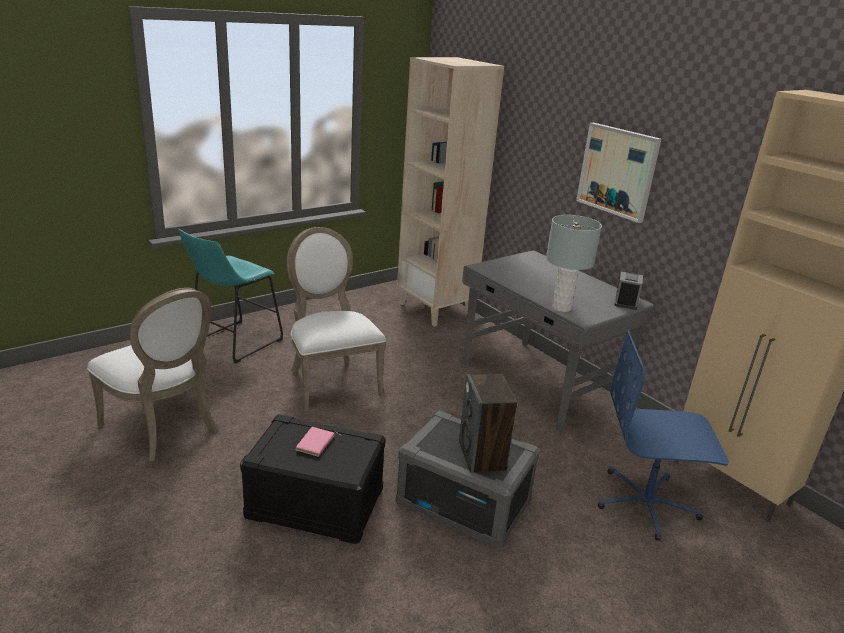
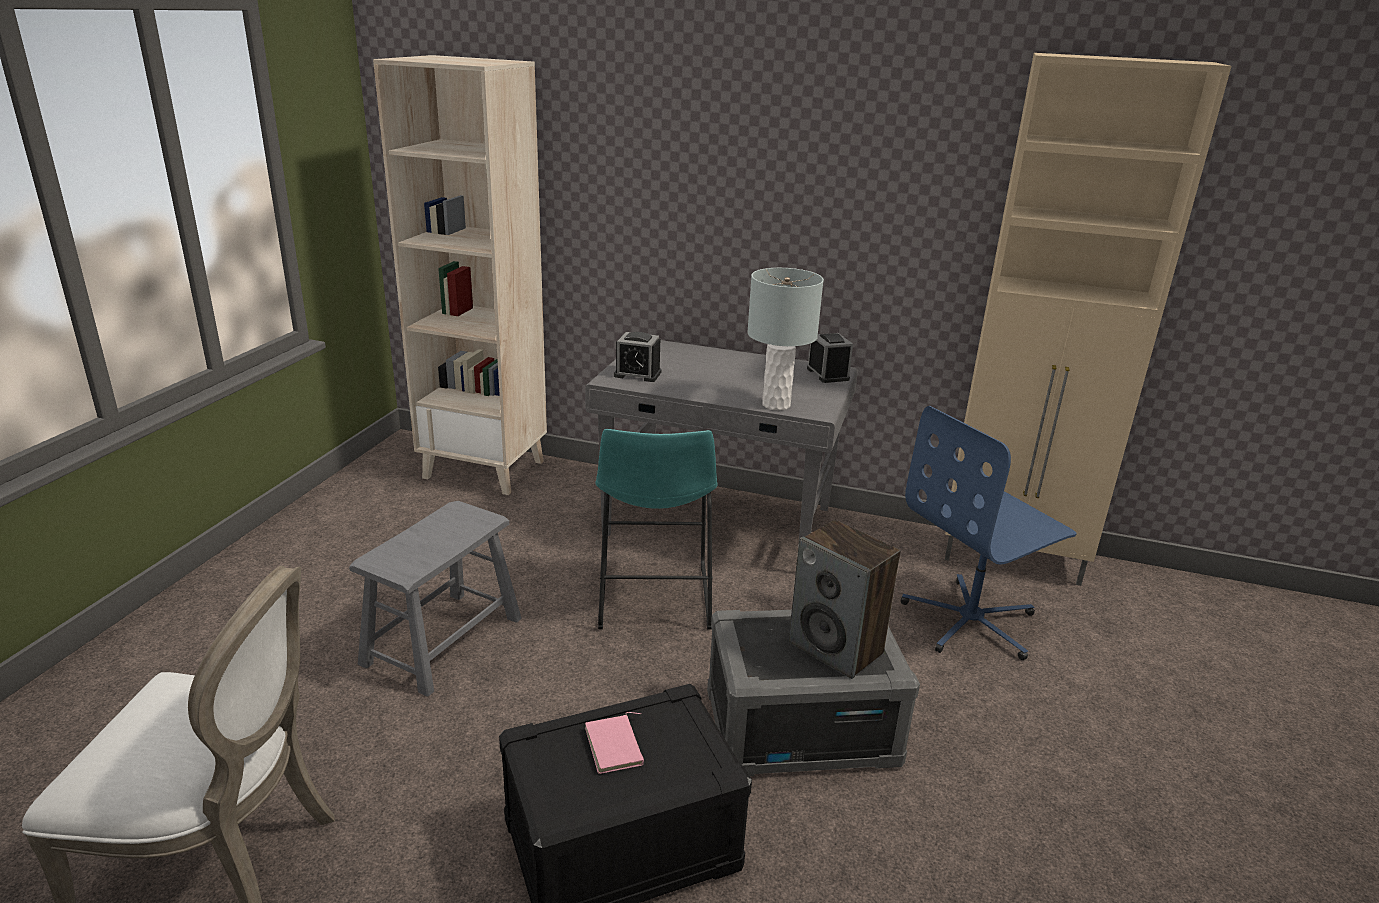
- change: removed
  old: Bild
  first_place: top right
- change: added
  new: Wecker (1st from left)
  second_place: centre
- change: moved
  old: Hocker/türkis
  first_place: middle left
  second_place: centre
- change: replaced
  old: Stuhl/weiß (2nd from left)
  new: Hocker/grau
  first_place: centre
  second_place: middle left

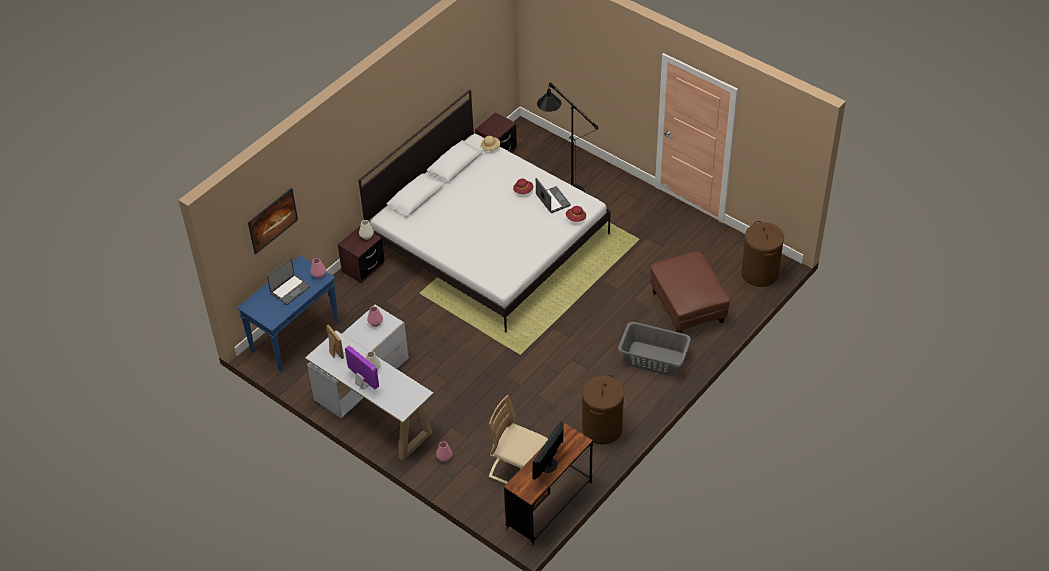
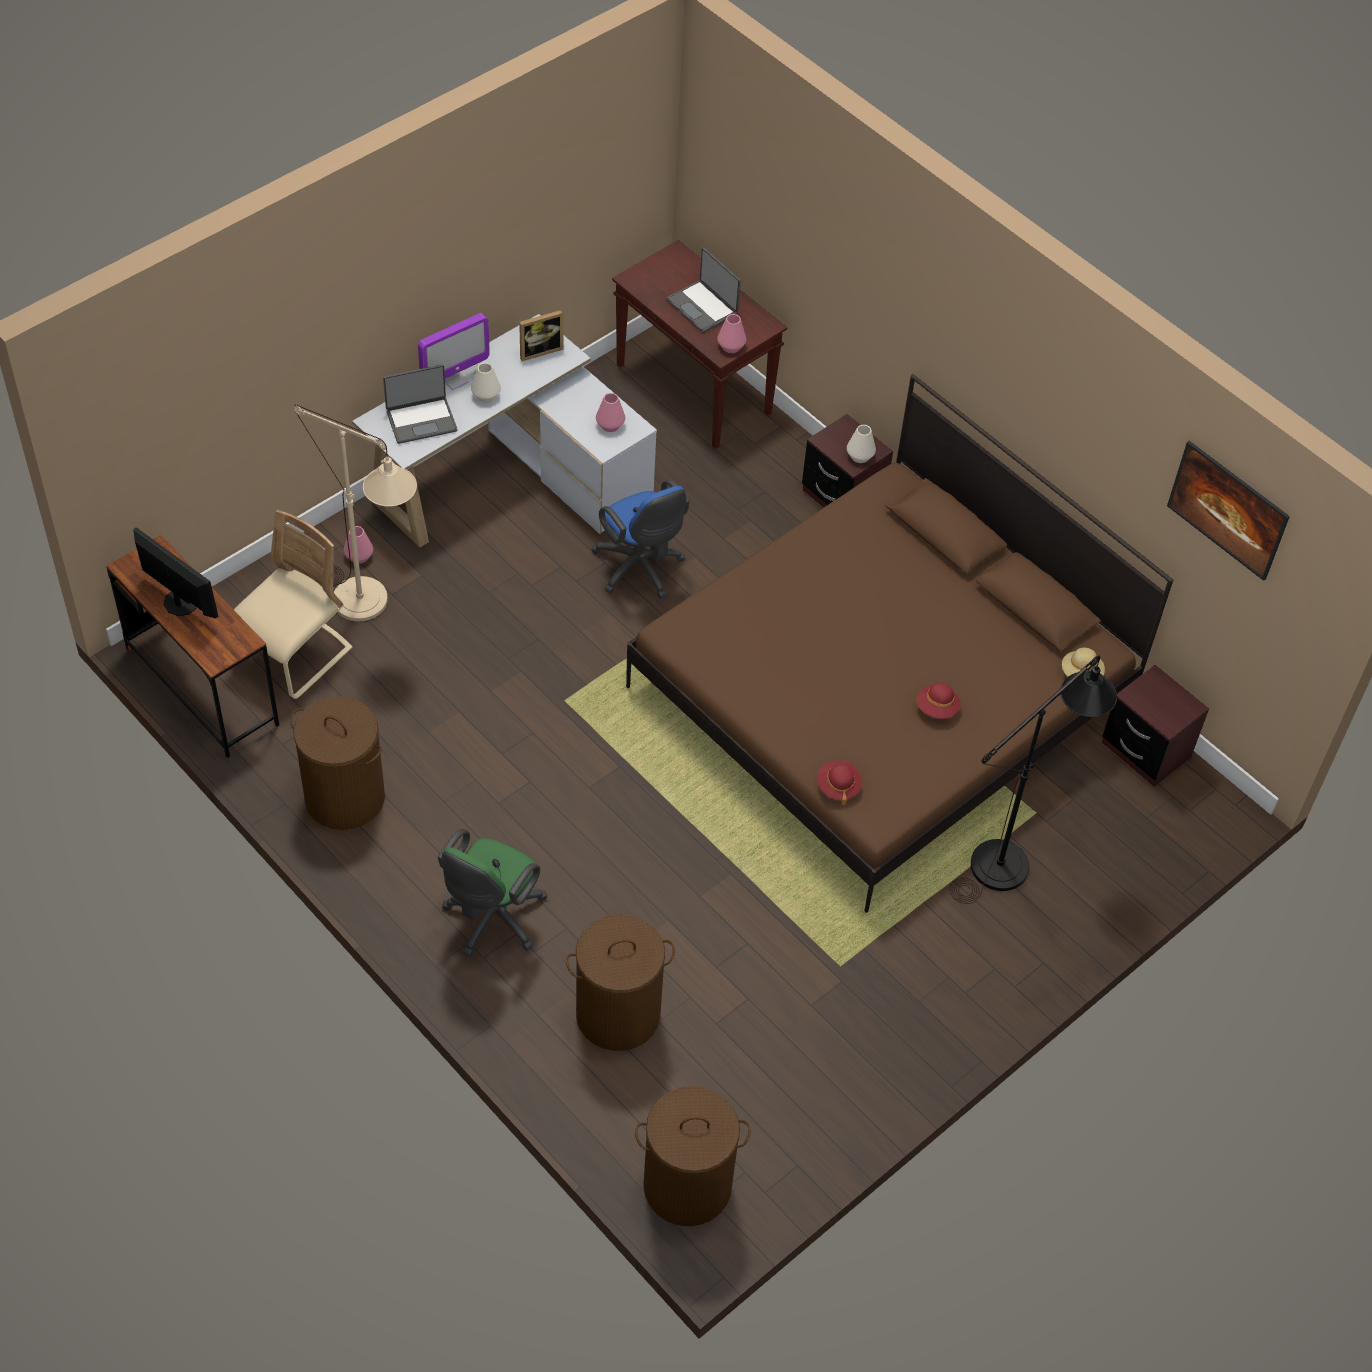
- change: added
  new: Stehlampe/beige
  second_place: middle left
- change: added
  new: Bürostuhl/blau
  second_place: centre
- change: moved
  old: Bild
  first_place: middle left
  second_place: middle right
- change: moved
  old: Laptop (2nd from left in the first image)
  new: Laptop (1st from left)
  first_place: centre
  second_place: top left
- change: replaced
  old: Wäschekorb/grau
  new: Bürostuhl/grün
  first_place: centre
  second_place: centre
- change: replaced
  old: Polsterhocker/braun
  new: Wäschekorb/braun (2nd from left)
  first_place: centre
  second_place: bottom centre
- change: recoloured
  old: Konsolentisch/blau
  new: Konsolentisch/braun
  first_place: middle left
  second_place: top centre
- change: recoloured
  old: Bett/weiß
  new: Bett/braun
  first_place: centre
  second_place: centre

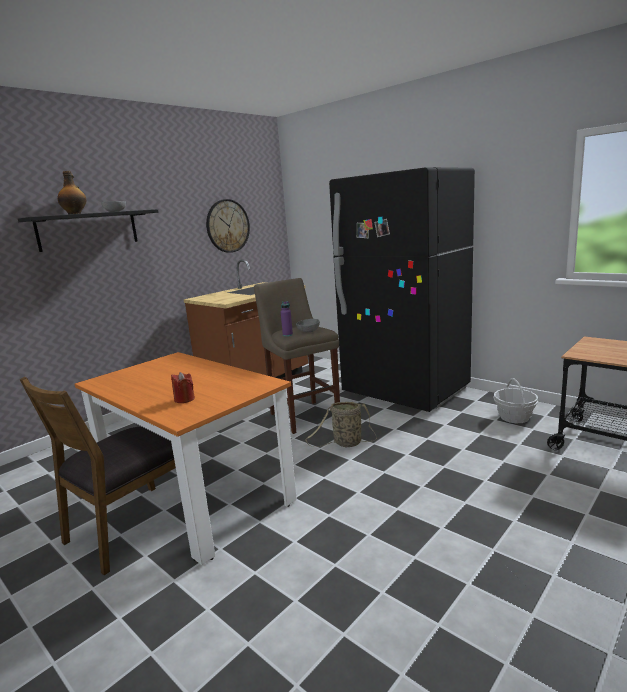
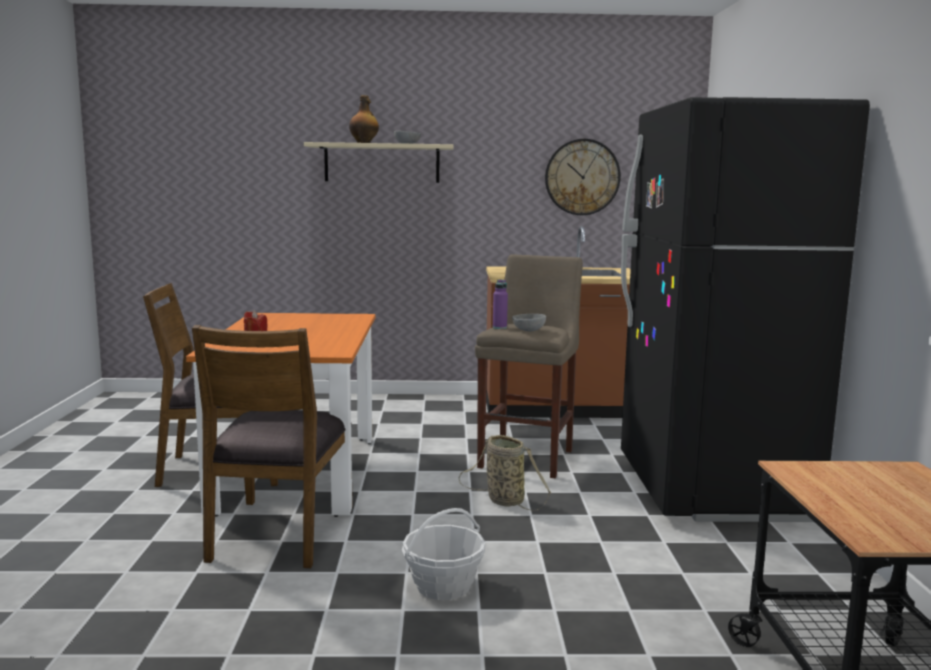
- change: added
  new: Stuhl/braun (2nd from left)
  second_place: middle left
- change: moved
  old: Korb (2nd from left in the first image)
  new: Korb (1st from left)
  first_place: middle right
  second_place: bottom centre
- change: recoloured
  old: Wandregal/schwarz
  new: Wandregal/beige
  first_place: top left
  second_place: top centre

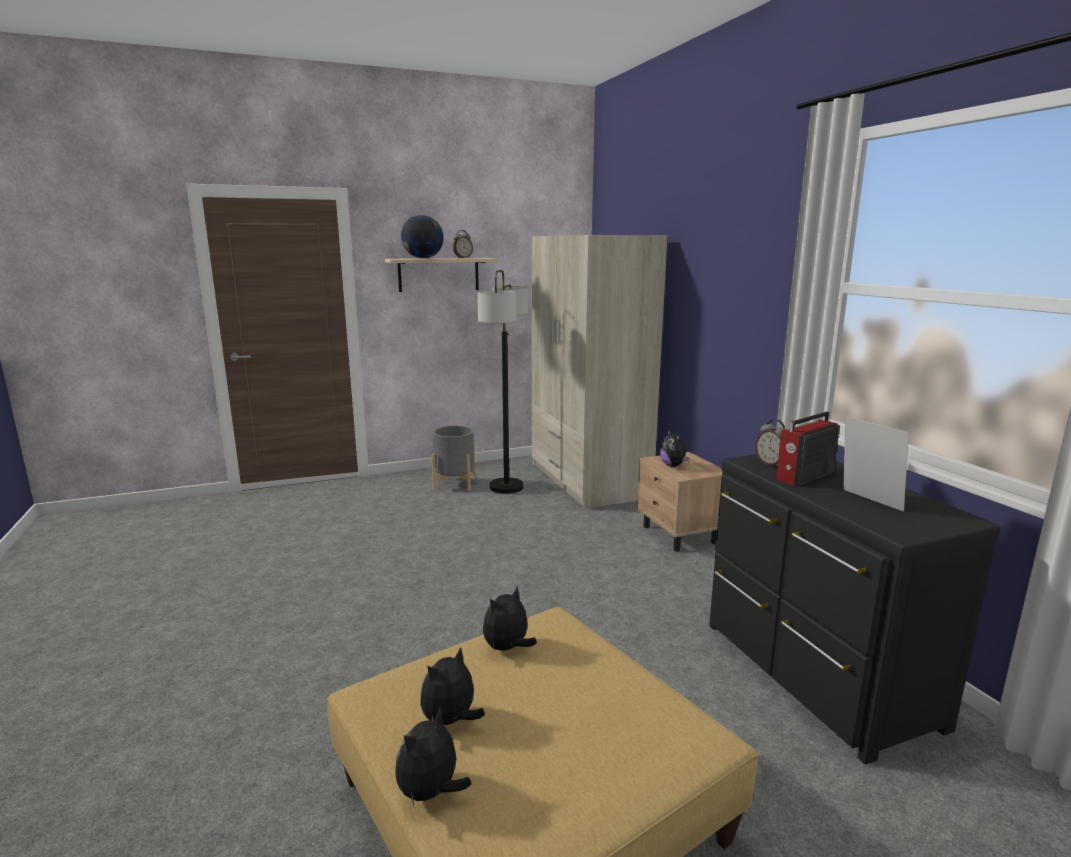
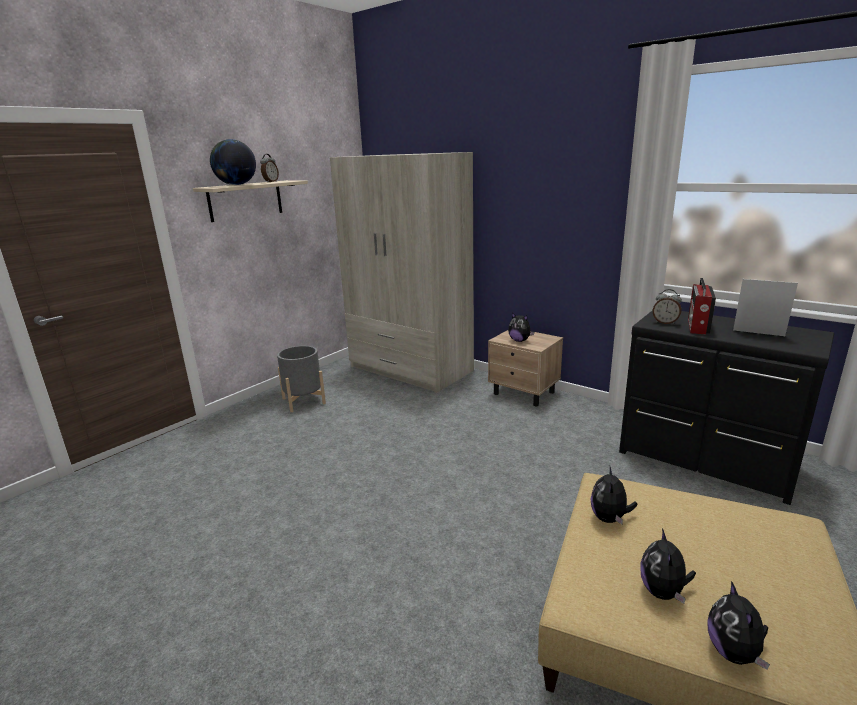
- change: removed
  old: Stehlampe
  first_place: centre

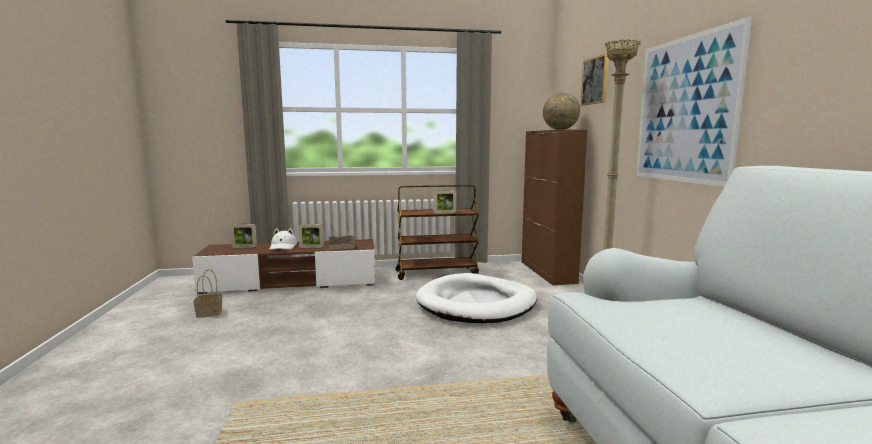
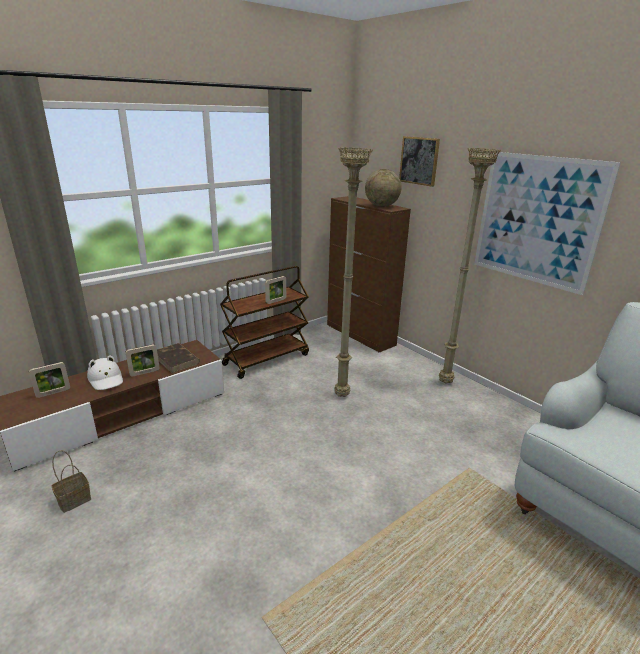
- change: replaced
  old: Hundebett/weiß
  new: Stehlampe/beige (1st from left)
  first_place: bottom centre
  second_place: centre

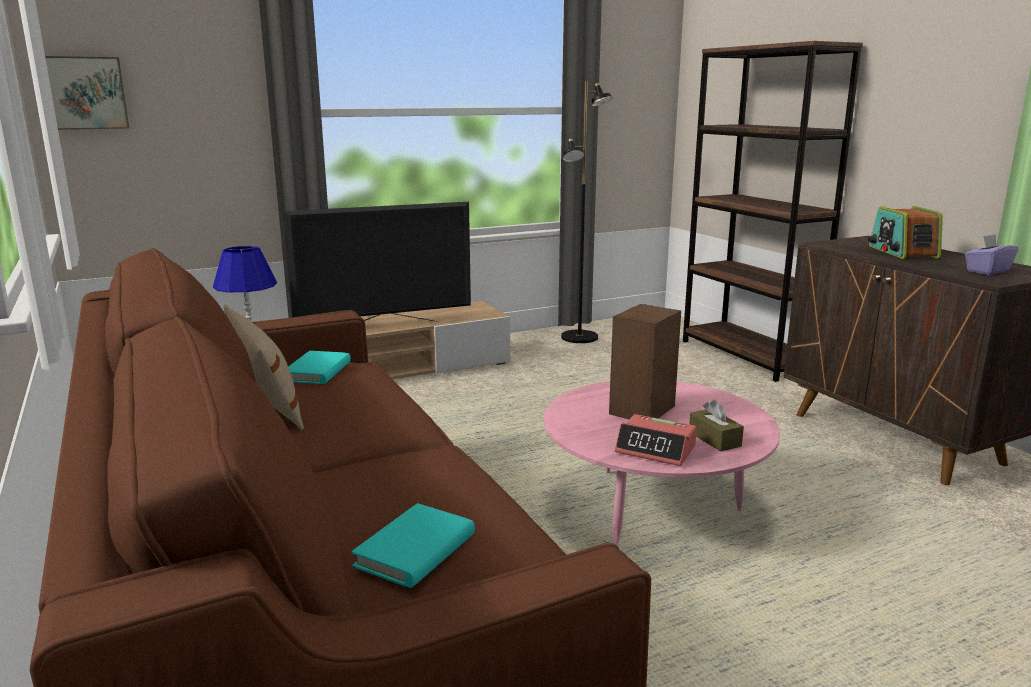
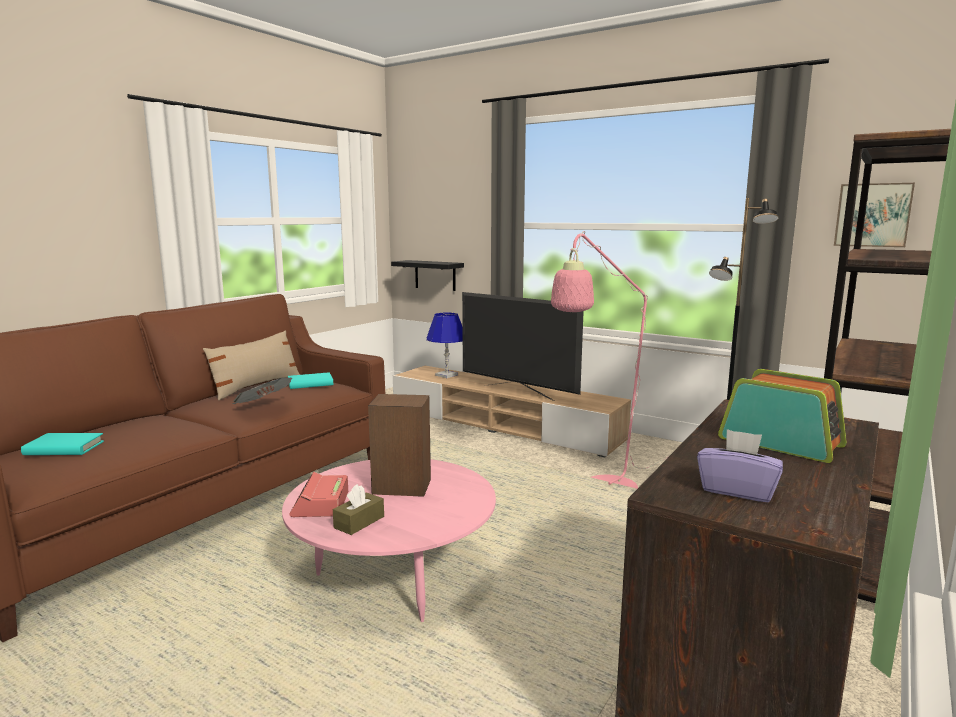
- change: added
  new: Zeitung
  second_place: middle left
- change: added
  new: Wandregal/schwarz
  second_place: centre
- change: added
  new: Stehlampe/rosa
  second_place: centre
- change: moved
  old: Bild
  first_place: top left
  second_place: top right
- change: turned
  old: Radio
  first_place: middle right
  second_place: middle right
  degrees: 75

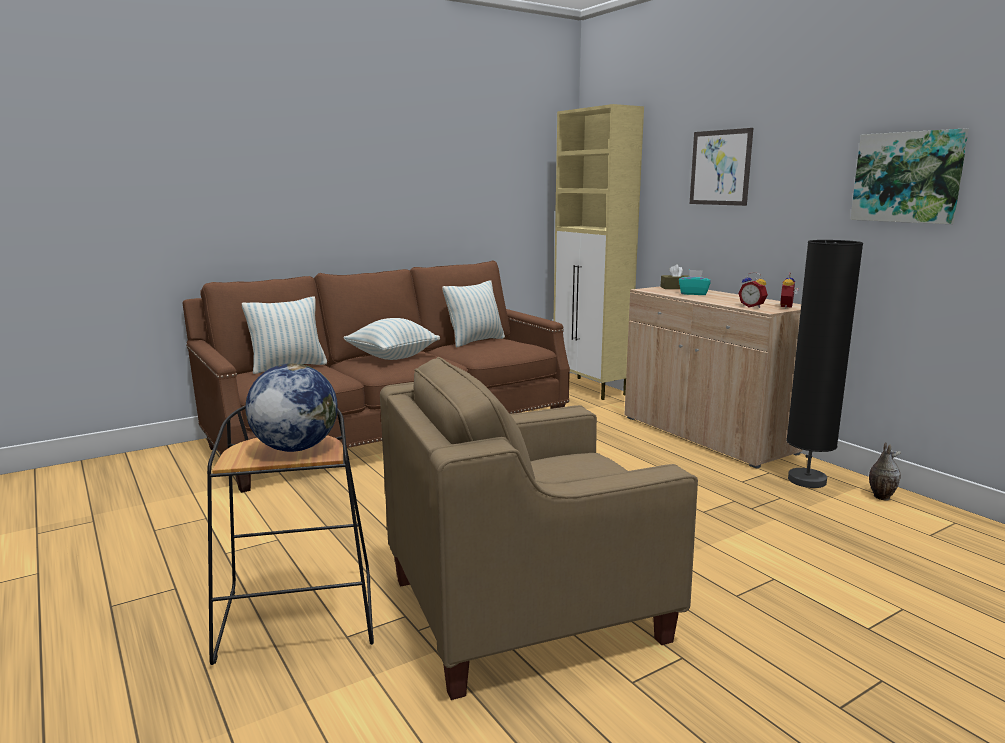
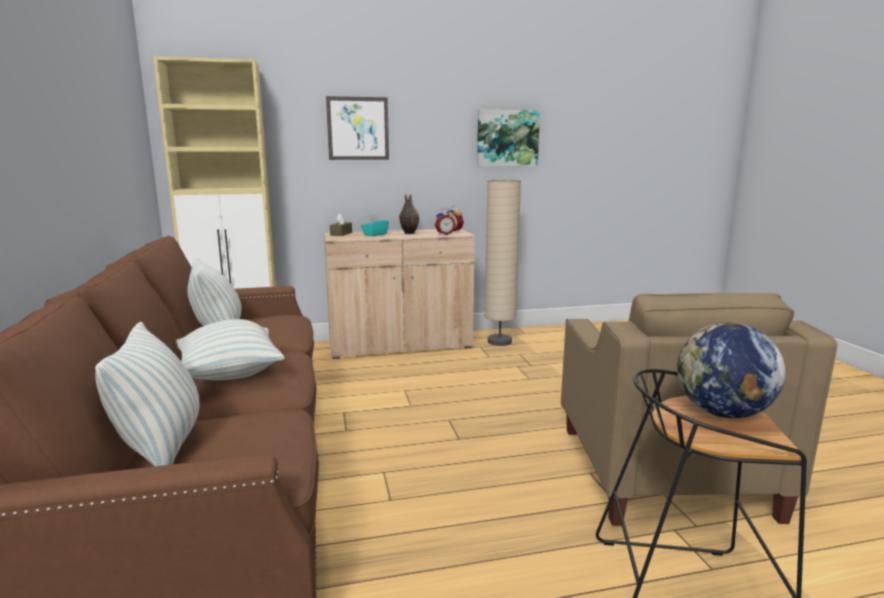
- change: moved
  old: Vase
  first_place: middle right
  second_place: centre
- change: recoloured
  old: Stehlampe/schwarz
  new: Stehlampe/beige
  first_place: middle right
  second_place: centre

